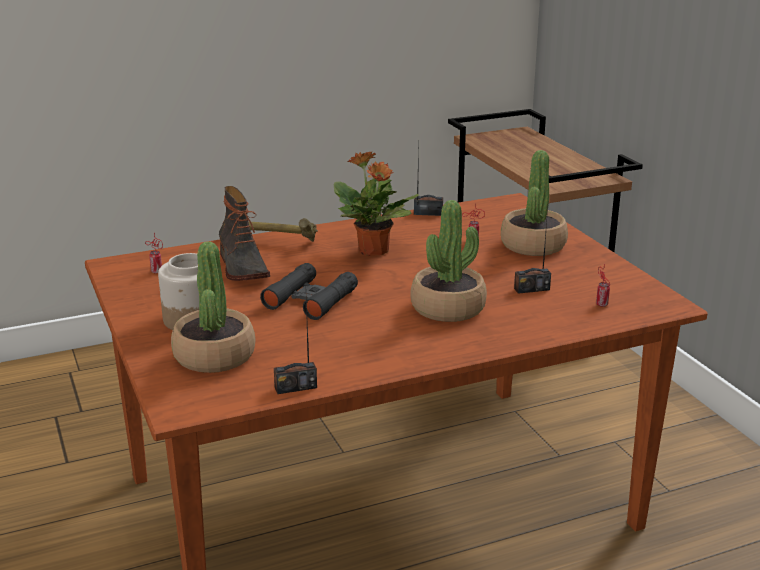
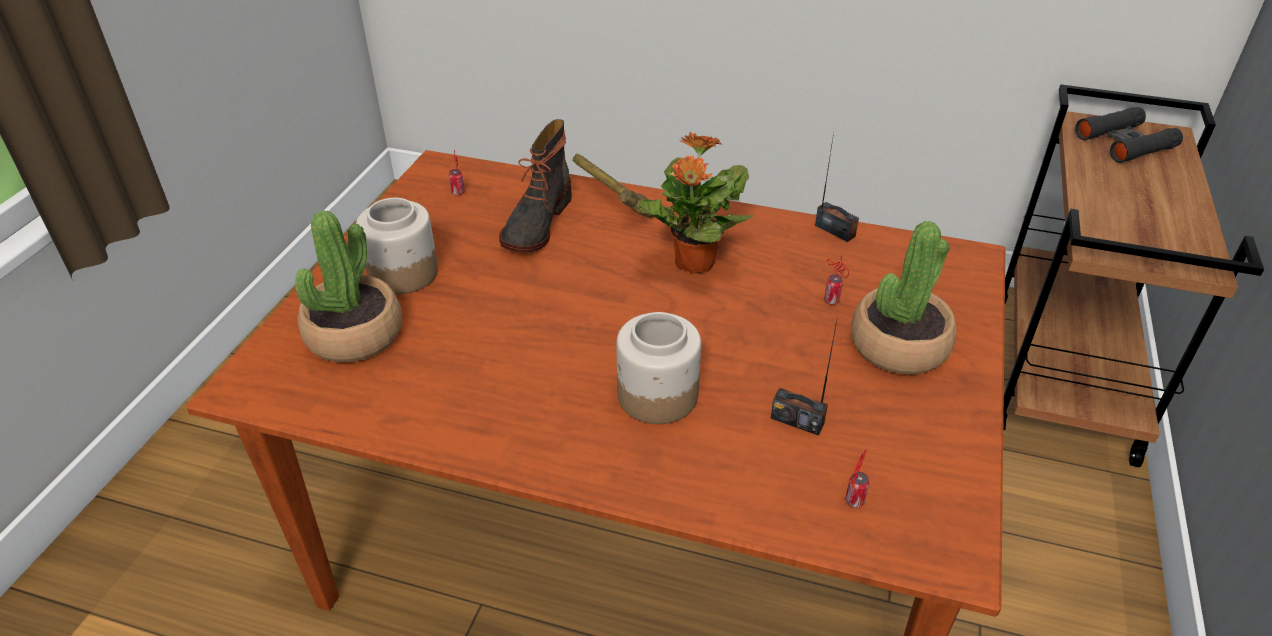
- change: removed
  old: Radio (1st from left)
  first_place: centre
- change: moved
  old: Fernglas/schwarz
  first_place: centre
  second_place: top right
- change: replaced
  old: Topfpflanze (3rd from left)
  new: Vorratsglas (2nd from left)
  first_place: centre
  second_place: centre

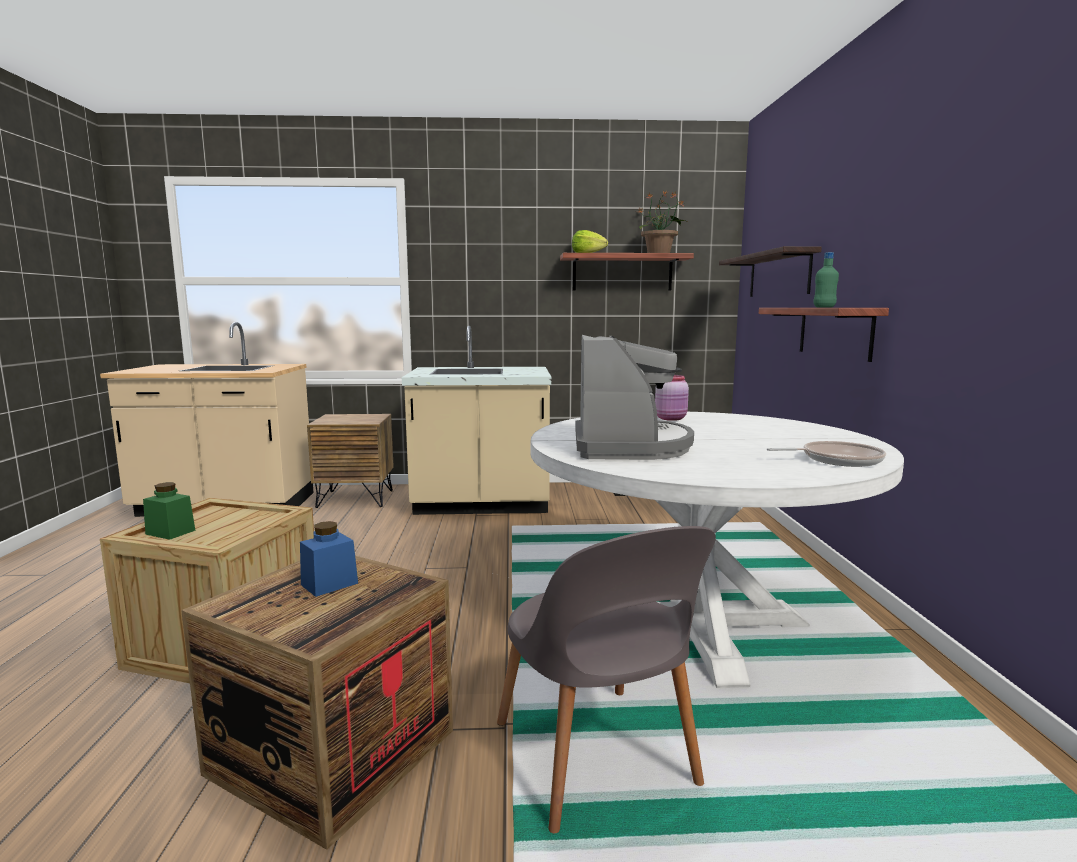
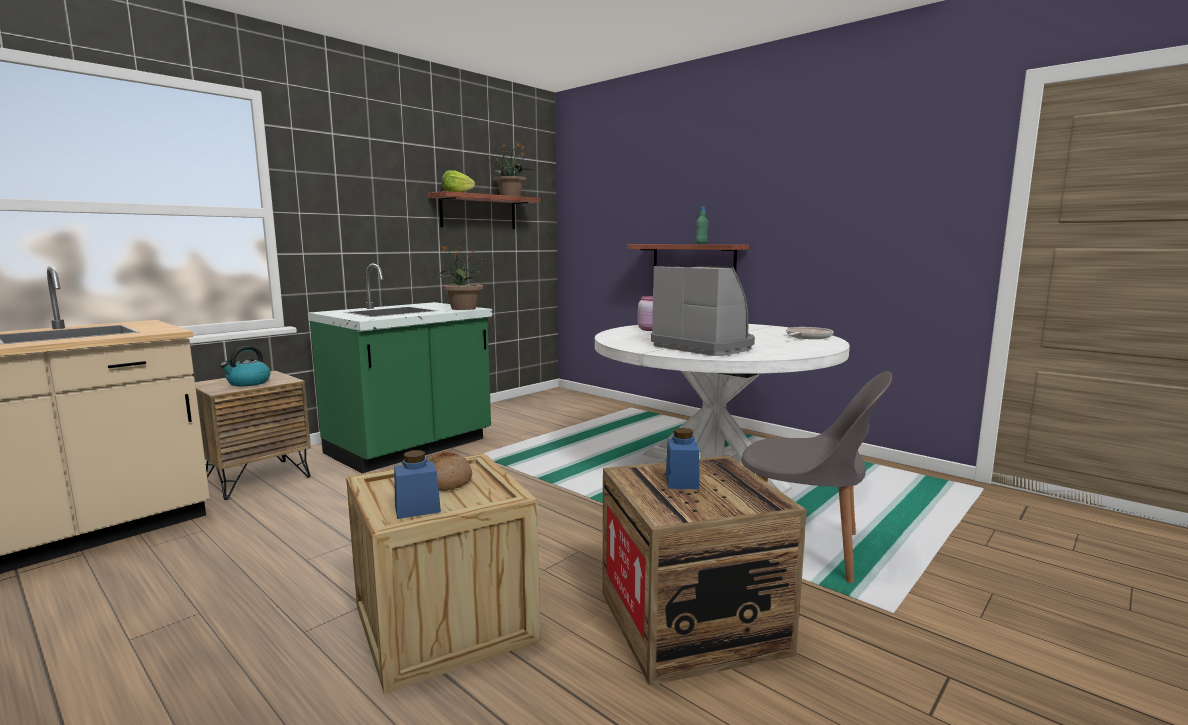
- change: removed
  old: Wandregal (2nd from left)
  first_place: top right
- change: added
  new: Wasserkessel
  second_place: middle left
- change: added
  new: Brot
  second_place: centre
- change: added
  new: Topfpflanze (1st from left)
  second_place: centre
- change: recoloured
  old: Vorratsglas/grün
  new: Vorratsglas/blau (1st from left)
  first_place: middle left
  second_place: bottom centre
- change: recoloured
  old: Küchenzeile/beige (2nd from left)
  new: Küchenzeile/grün
  first_place: centre
  second_place: centre

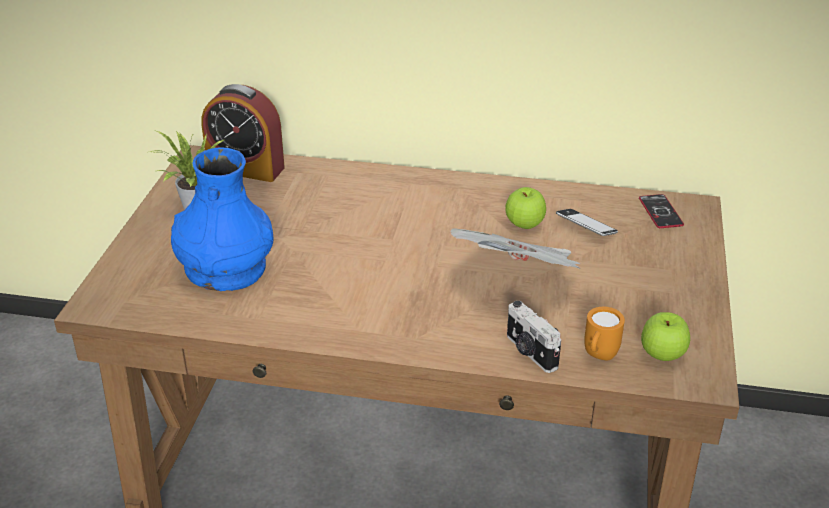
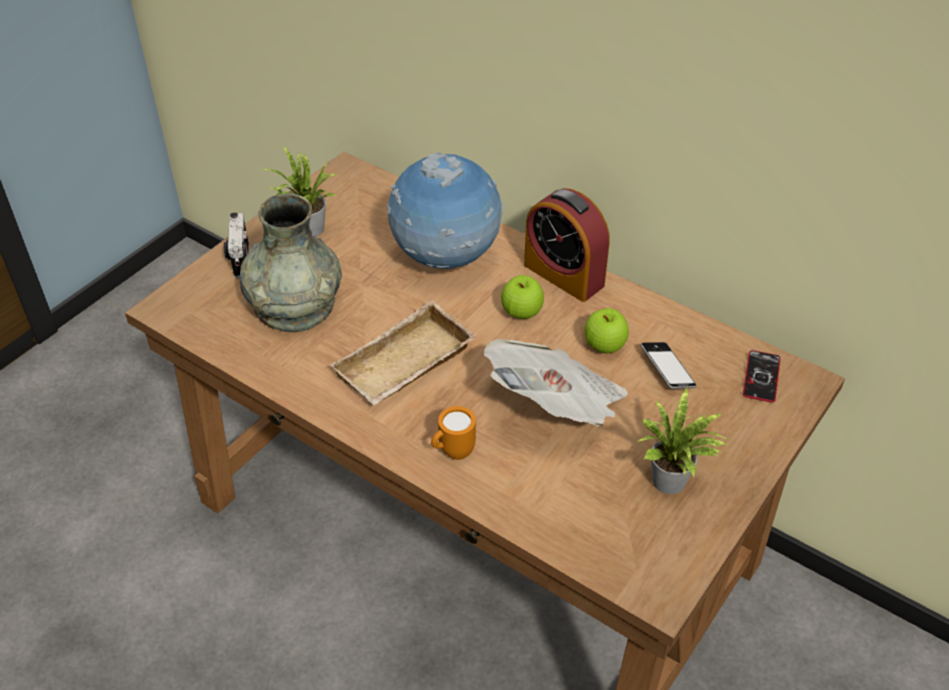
- change: added
  new: Tablett/beige
  second_place: centre
- change: added
  new: Globus
  second_place: top centre
- change: added
  new: Topfpflanze (2nd from left)
  second_place: middle right
- change: moved
  old: Wecker
  first_place: top left
  second_place: centre
- change: moved
  old: Kamera
  first_place: centre
  second_place: middle left
- change: moved
  old: Henkelbecher/orange
  first_place: middle right
  second_place: centre
- change: moved
  old: Apfel (2nd from left in the first image)
  new: Apfel (1st from left)
  first_place: middle right
  second_place: centre
- change: recoloured
  old: Vase/blau
  new: Vase/grau
  first_place: middle left
  second_place: middle left

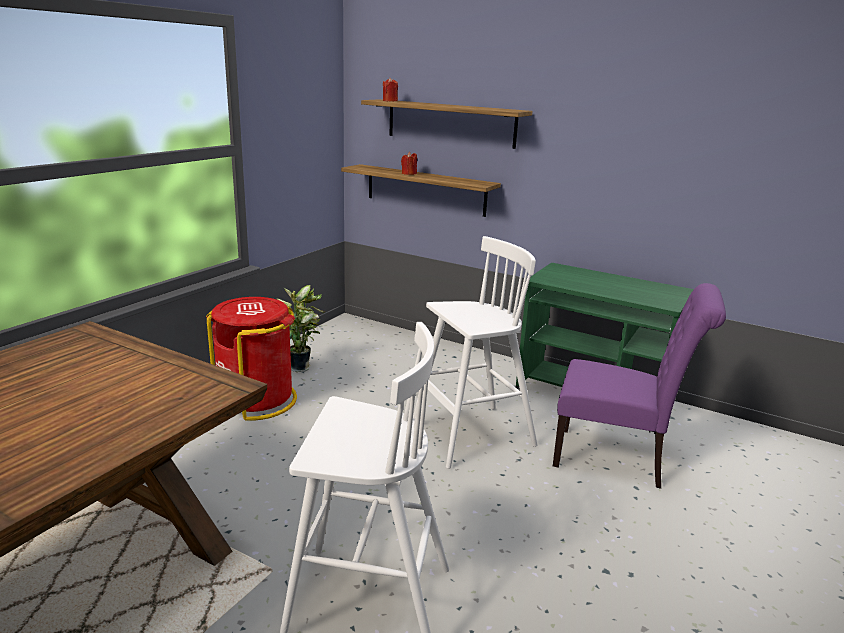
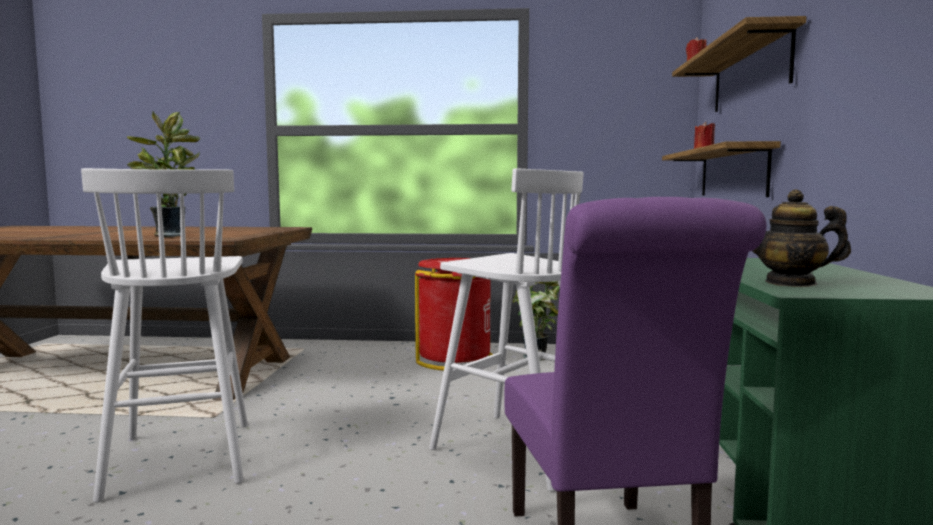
- change: added
  new: Topfpflanze (1st from left)
  second_place: top left
- change: added
  new: Teekanne
  second_place: middle right

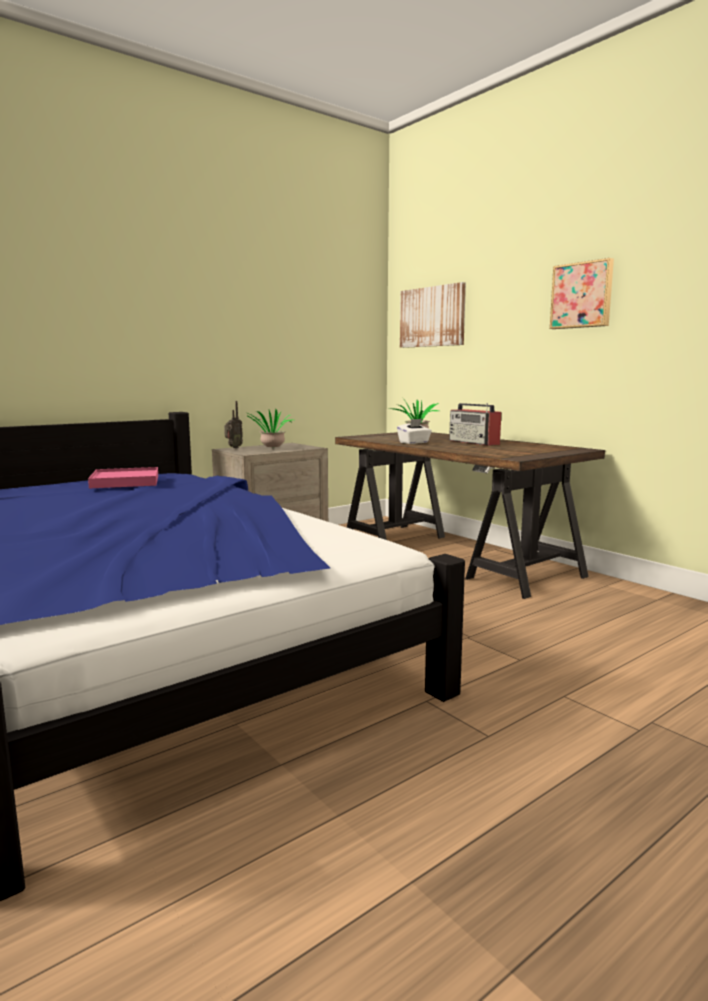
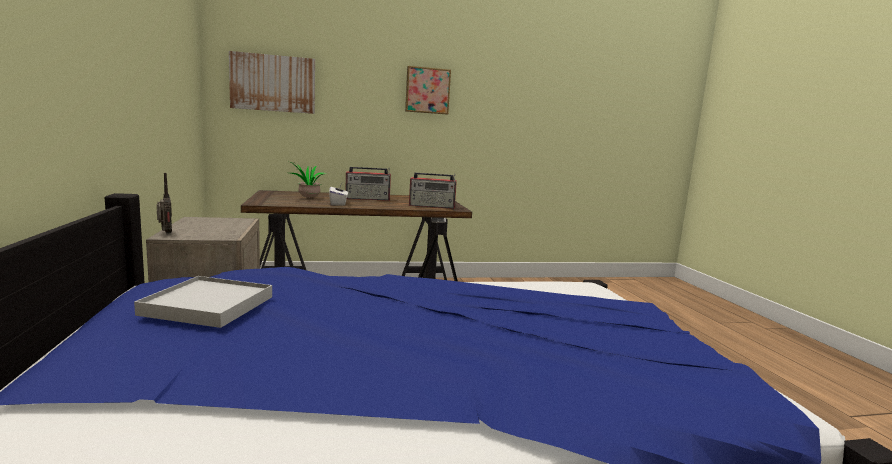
- change: removed
  old: Topfpflanze (1st from left)
  first_place: centre
- change: added
  new: Radio (3rd from left)
  second_place: centre
- change: recoloured
  old: Tablett/rosa
  new: Tablett/weiß
  first_place: middle left
  second_place: middle left

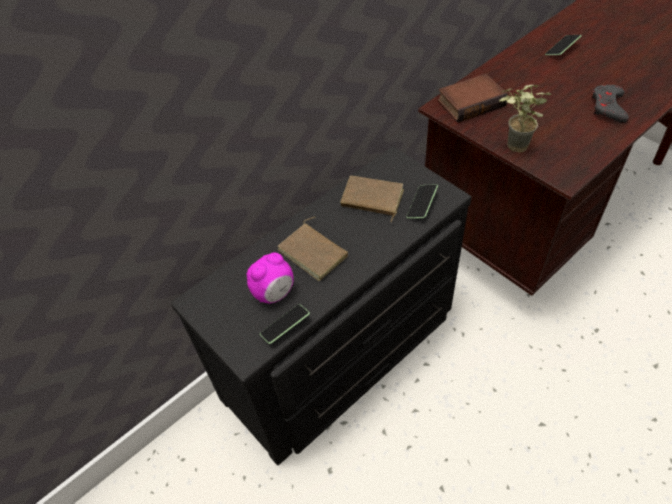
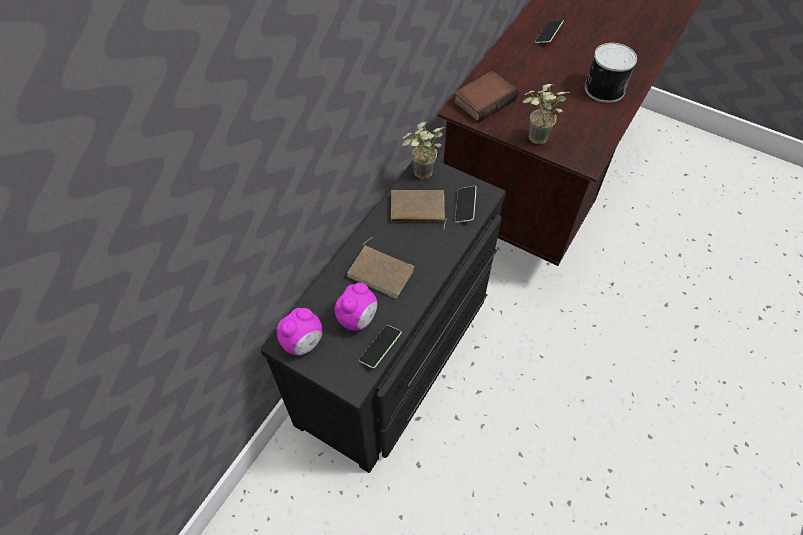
- change: added
  new: Wecker (1st from left)
  second_place: centre
- change: added
  new: Topfpflanze (1st from left)
  second_place: top centre
- change: replaced
  old: Gamepad/grau
  new: Dose
  first_place: top right
  second_place: top right

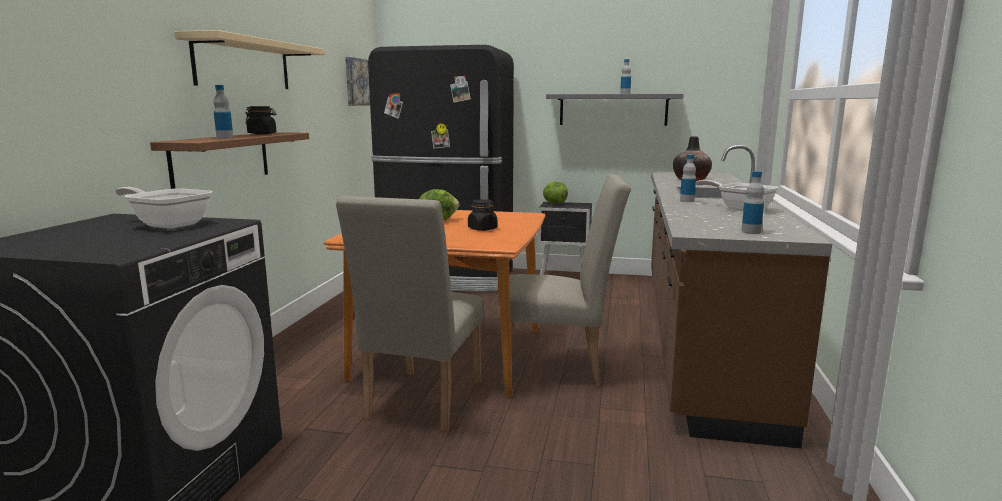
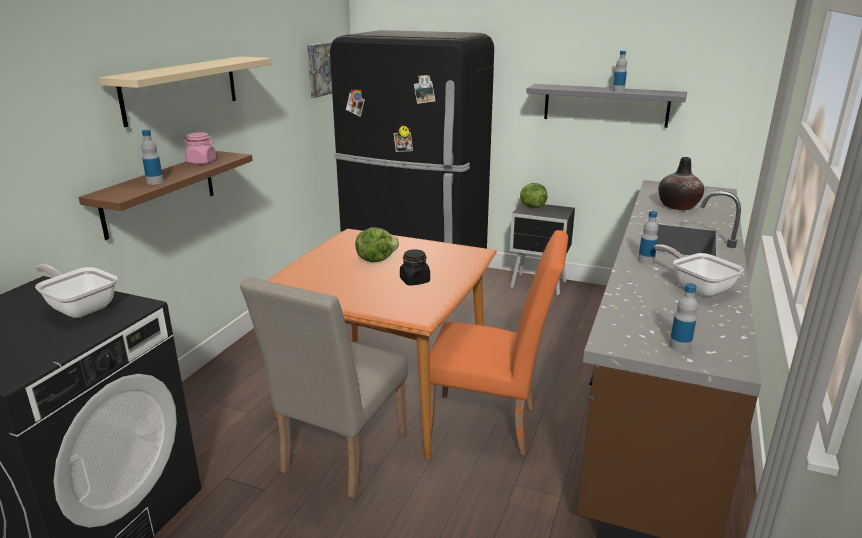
- change: recoloured
  old: Vorratsglas/schwarz (1st from left)
  new: Vorratsglas/rosa
  first_place: top left
  second_place: top left
- change: recoloured
  old: Stuhl/beige (2nd from left)
  new: Stuhl/orange
  first_place: centre
  second_place: centre

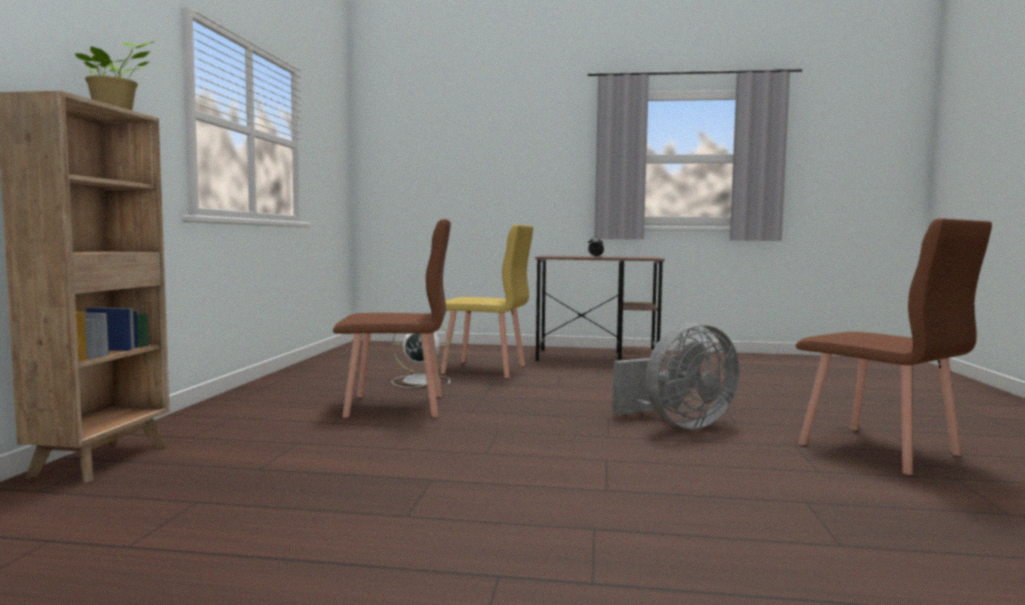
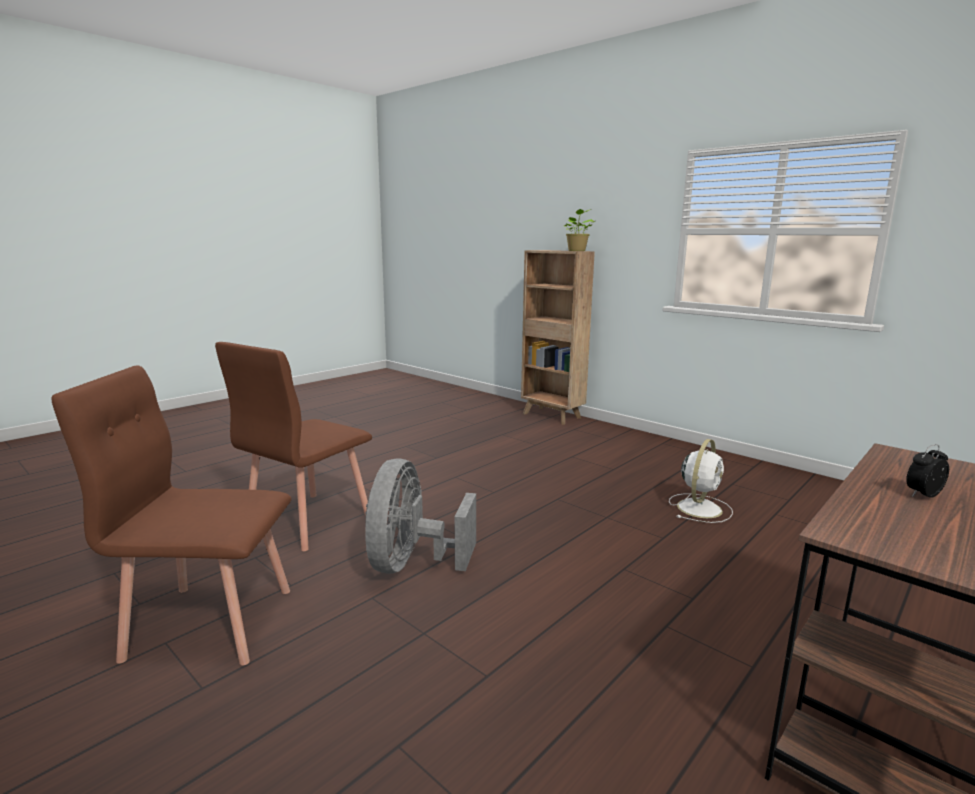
- change: removed
  old: Stuhl/gelb
  first_place: centre
- change: moved
  old: Stuhl/braun (1st from left in the first image)
  new: Stuhl/braun (2nd from left)
  first_place: centre
  second_place: middle left

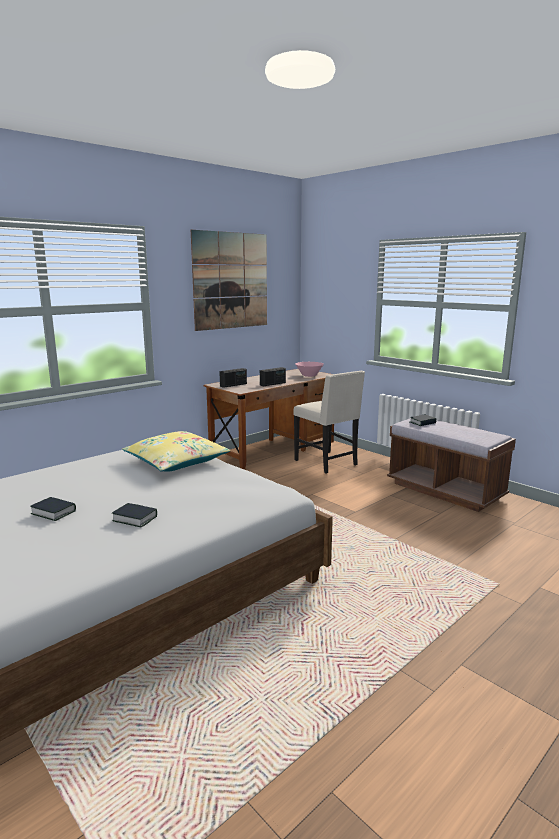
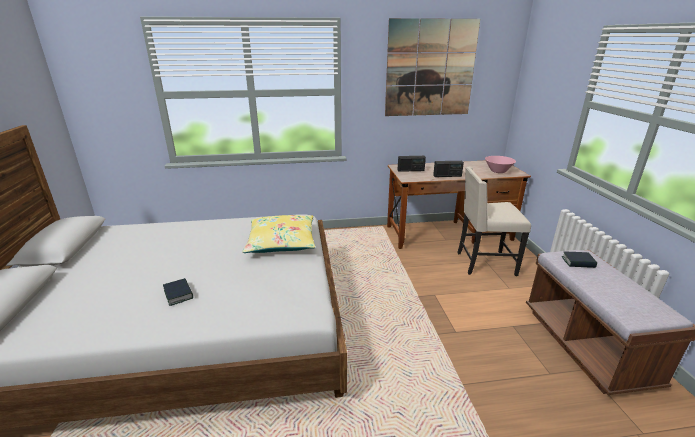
- change: removed
  old: Buch (1st from left)
  first_place: middle left
- change: turned
  old: Stuhl/beige
  first_place: centre
  second_place: middle right
  degrees: 90

